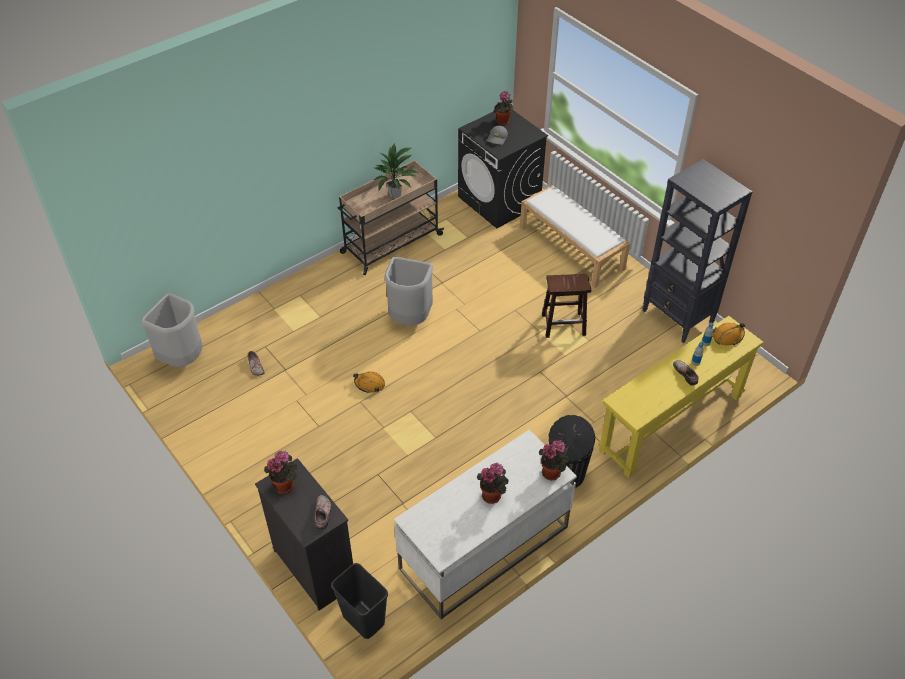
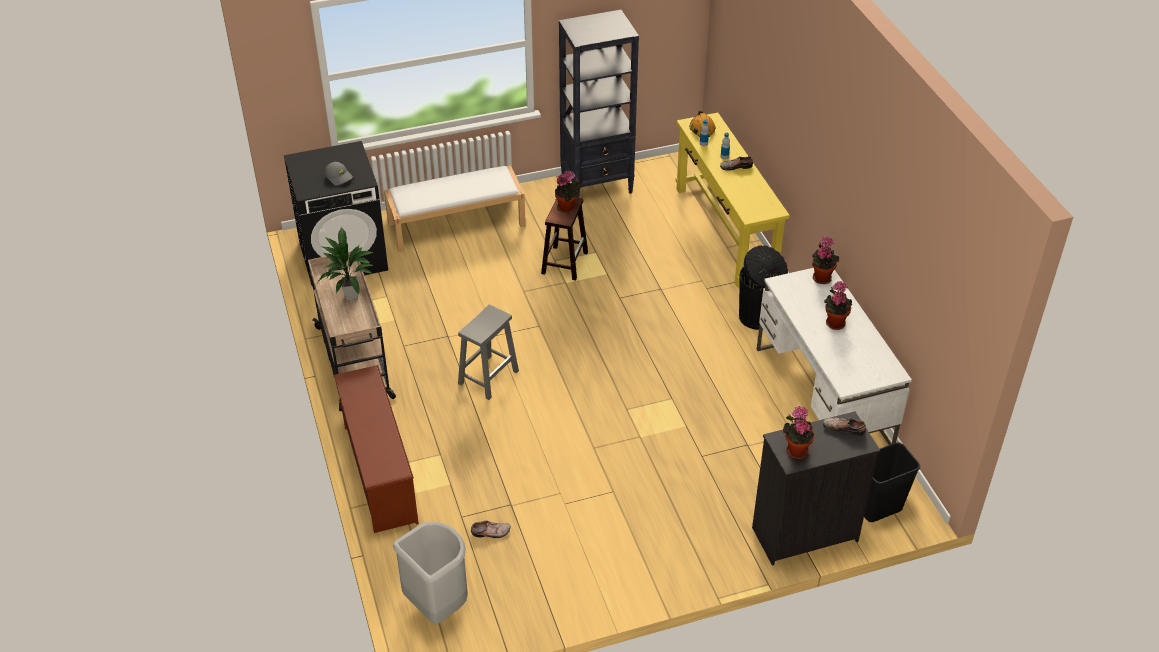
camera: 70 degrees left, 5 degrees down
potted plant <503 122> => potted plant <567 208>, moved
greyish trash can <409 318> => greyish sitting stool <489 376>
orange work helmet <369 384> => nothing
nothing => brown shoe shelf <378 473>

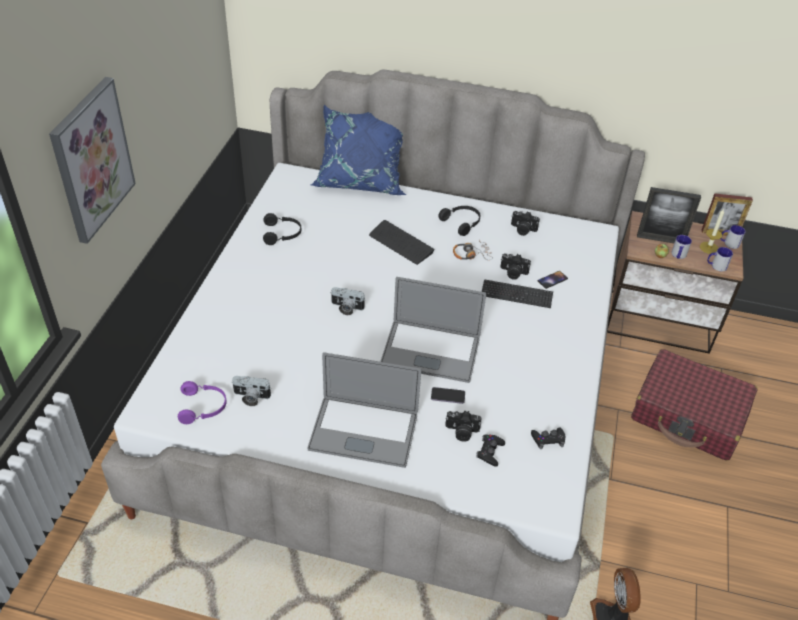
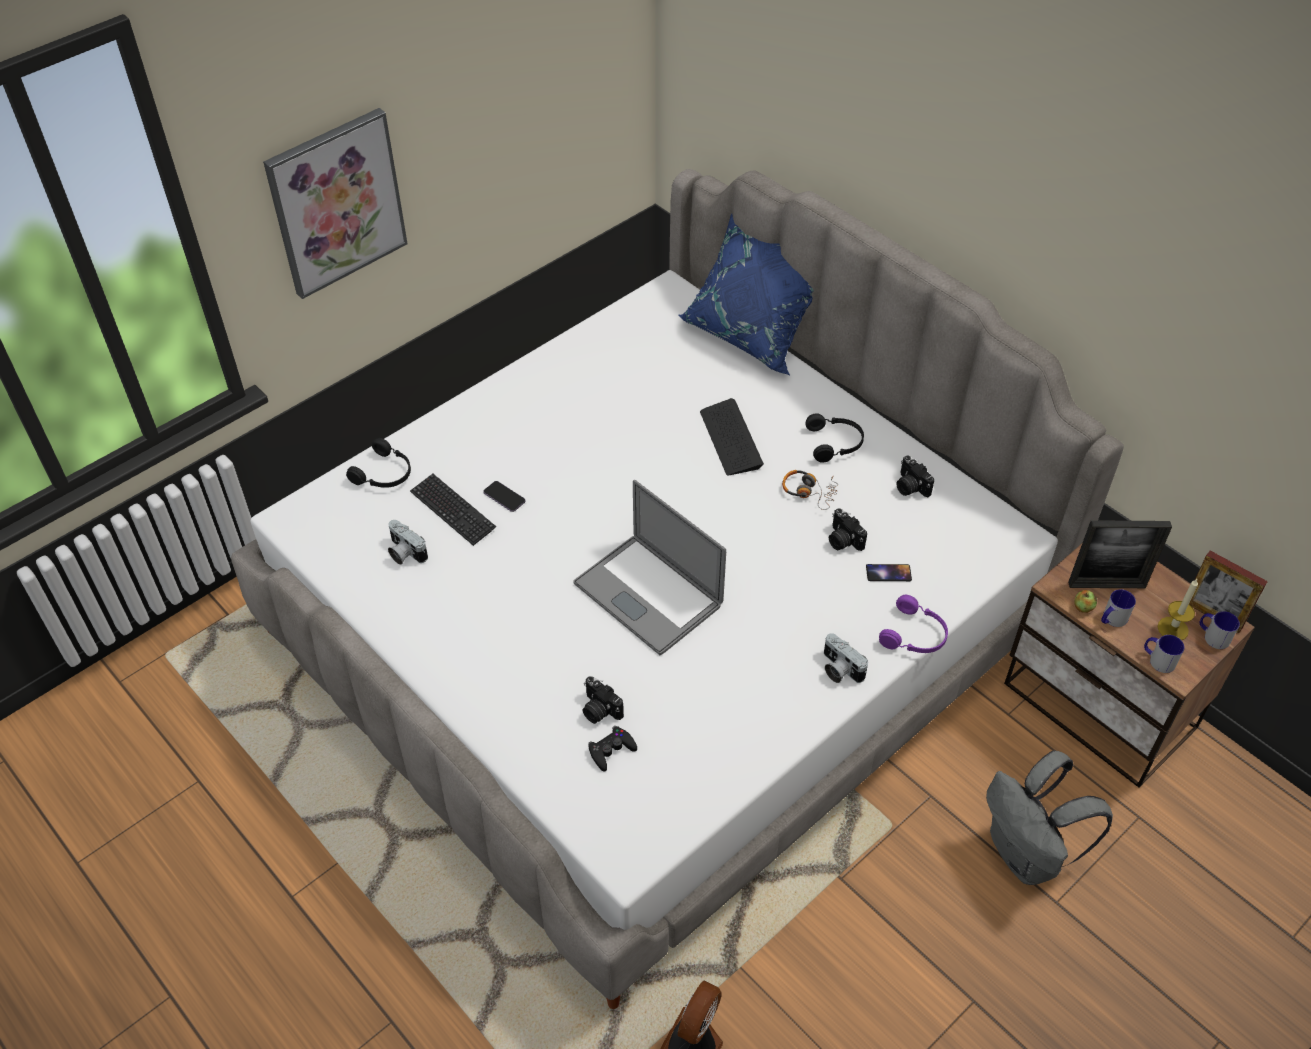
camera: 35 degrees right, 5 degrees up
picture frame <660 239> => picture frame <1106 585>, 45 degrees counterclockwise
blackish pair of headphones <282 234> => blackish pair of headphones <384 474>, moved
PC keyboard <516 295> => PC keyboard <453 510>, moved
still camera <346 308> => still camera <839 669>, moved
red piece of luggage <689 415> => greyish knapsack <1027 855>
portable computer <363 431> => nothing
purplish pair of headphones <203 407> => purplish pair of headphones <915 635>, moved
handset <448 396> => handset <504 497>, moved
blackish joypad <548 440> => nothing

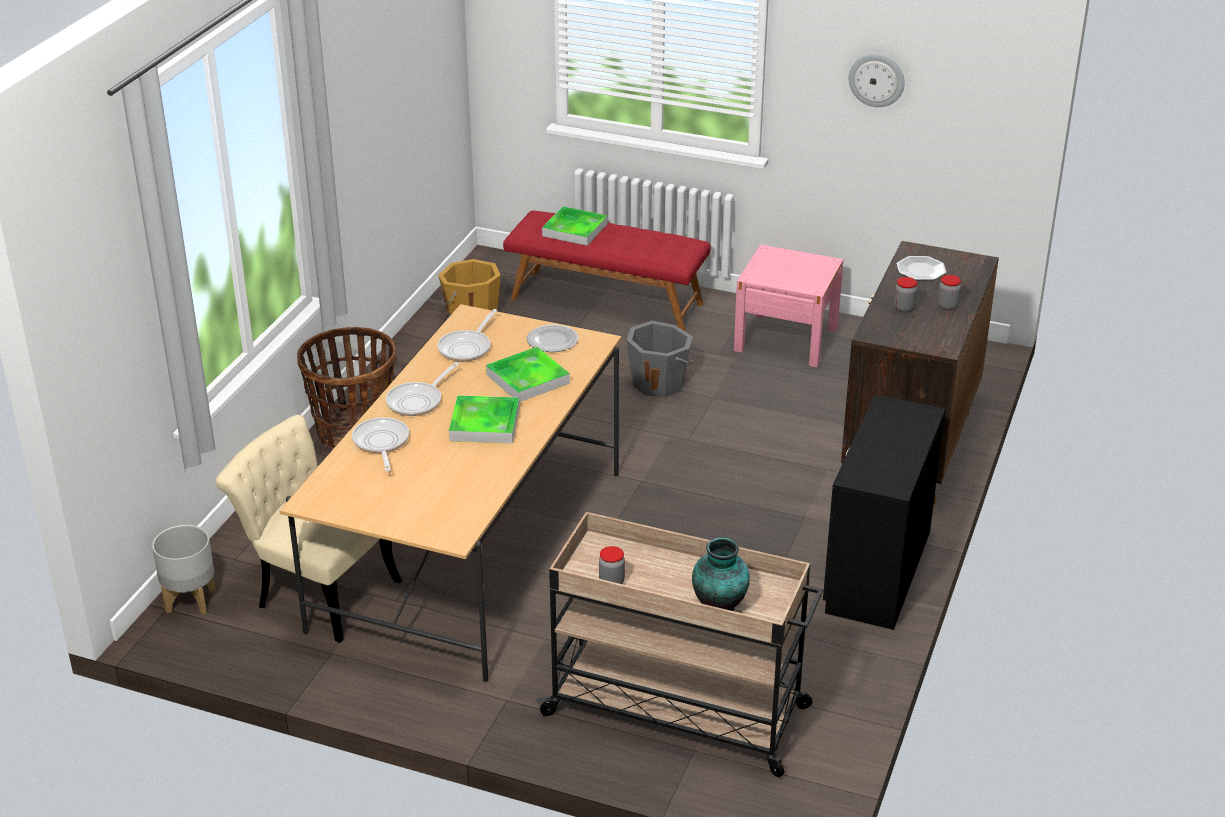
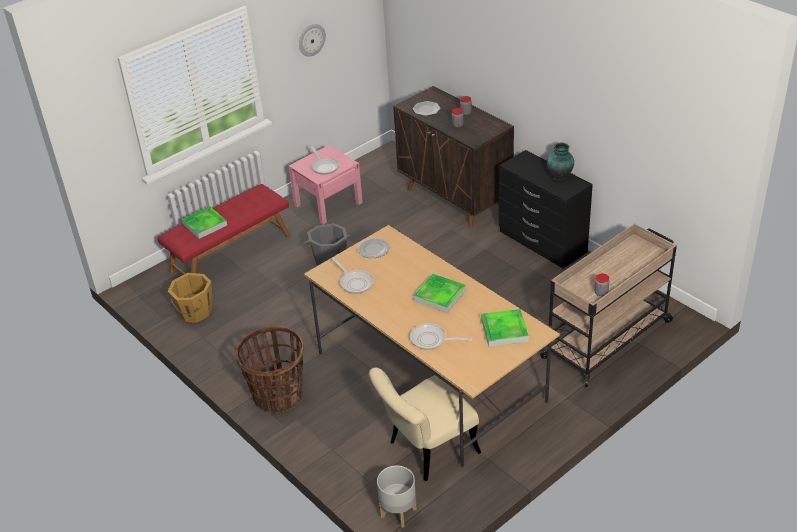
camera: 60 degrees left, 5 degrees up
tray <528 379> => tray <504 330>, moved
skillet <418 401> => skillet <324 166>, moved
decorative vase <720 606> => decorative vase <560 176>, moved

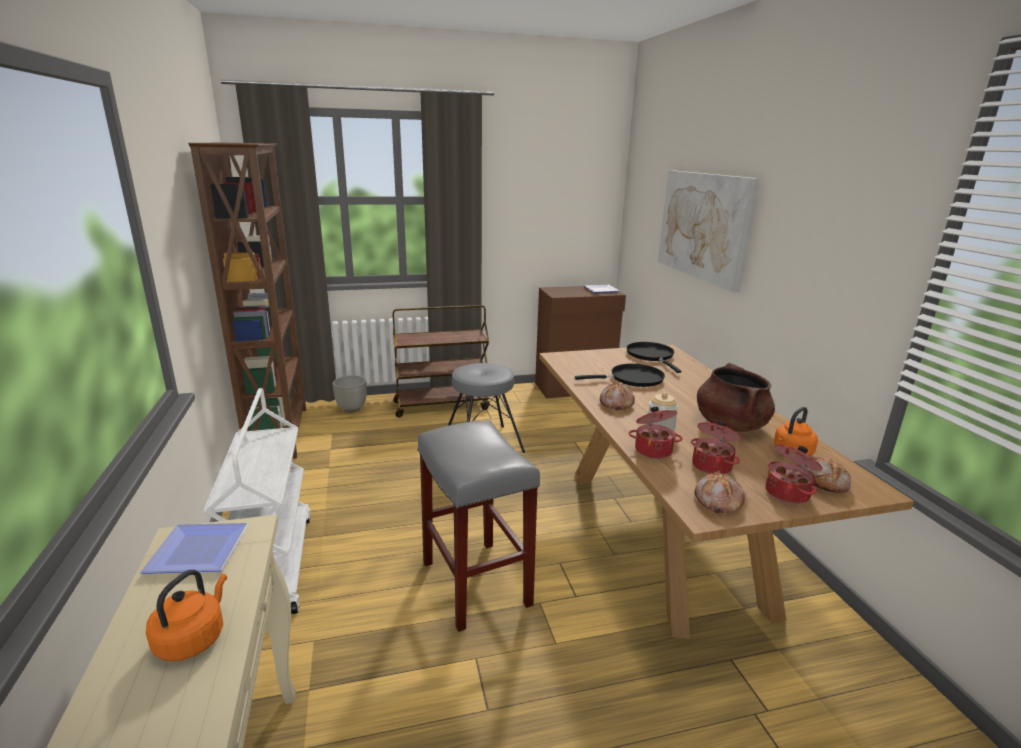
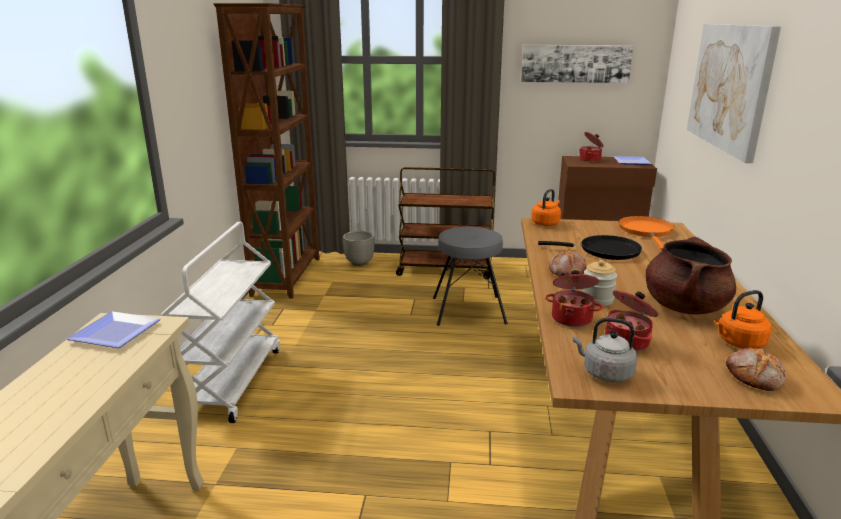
camera: 20 degrees right, 0 degrees up
blackish skillet <651 356> => orange skillet <646 231>
greyish sitting stool <477 584> => nothing
stockpot <788 493> => stockpot <590 160>, moved
bread <717 500> => greyish water kettle <604 373>
orange water kettle <193 638> => orange water kettle <546 223>, moved
nothing => wall art <575 63>

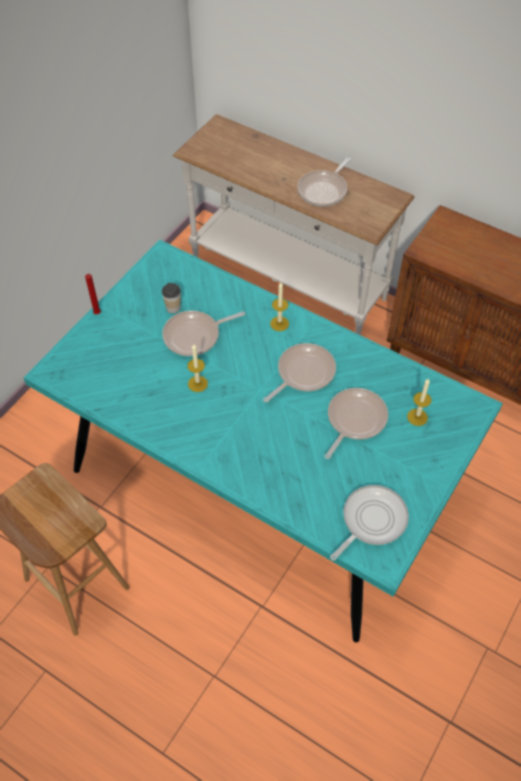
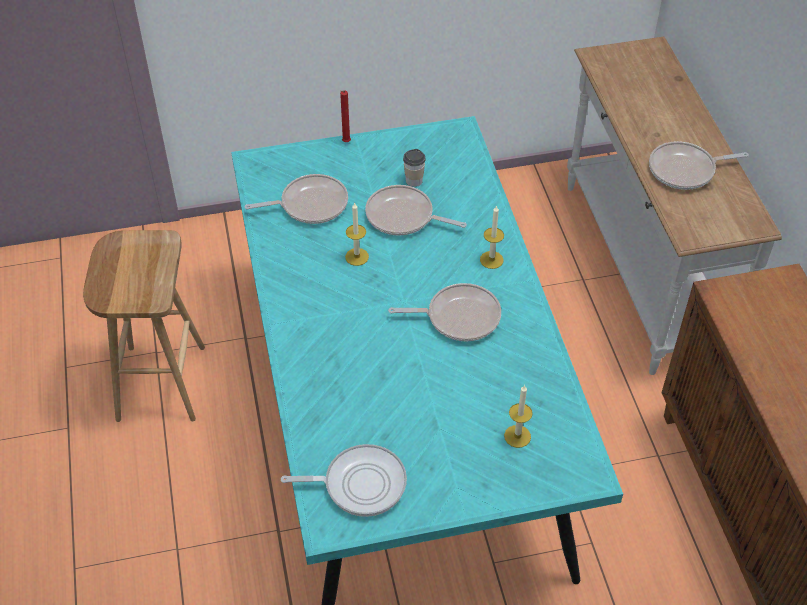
camera: 45 degrees right, 5 degrees down
skillet <354 420> => skillet <310 204>, moved

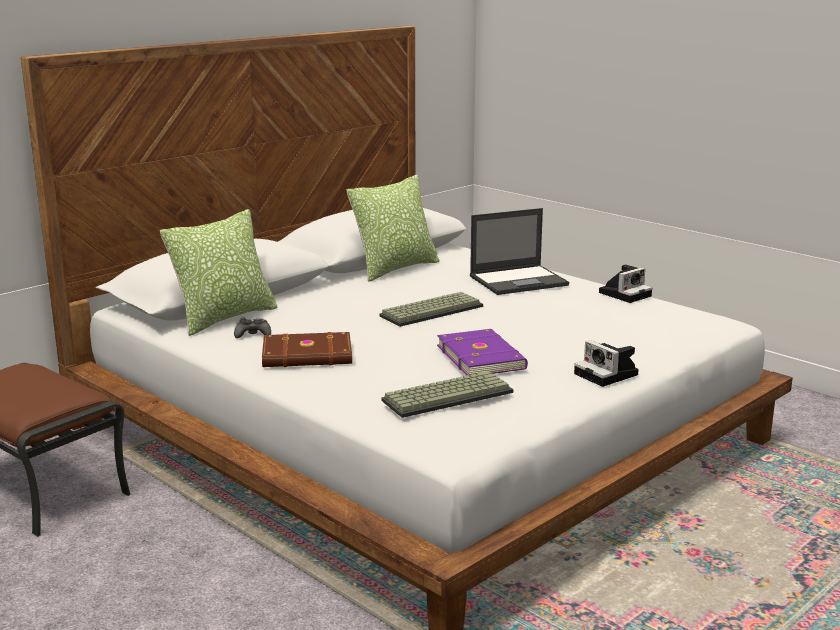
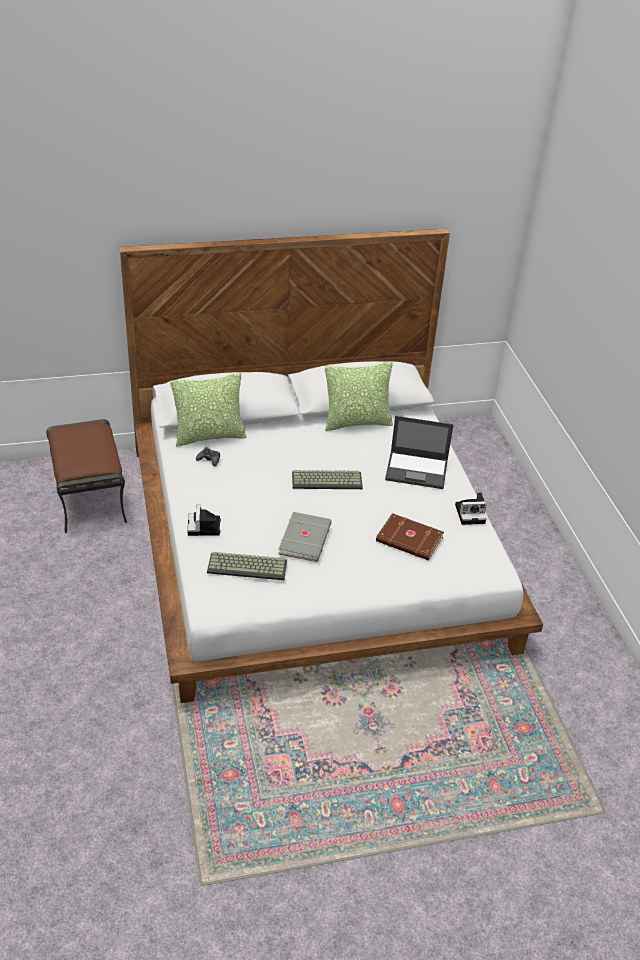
camera: 30 degrees right, 20 degrees up
purplish volume <482 357> => greyish volume <306 539>
brown volume <308 355> => brown volume <409 540>, moved
still camera <608 375> => still camera <204 528>, moved

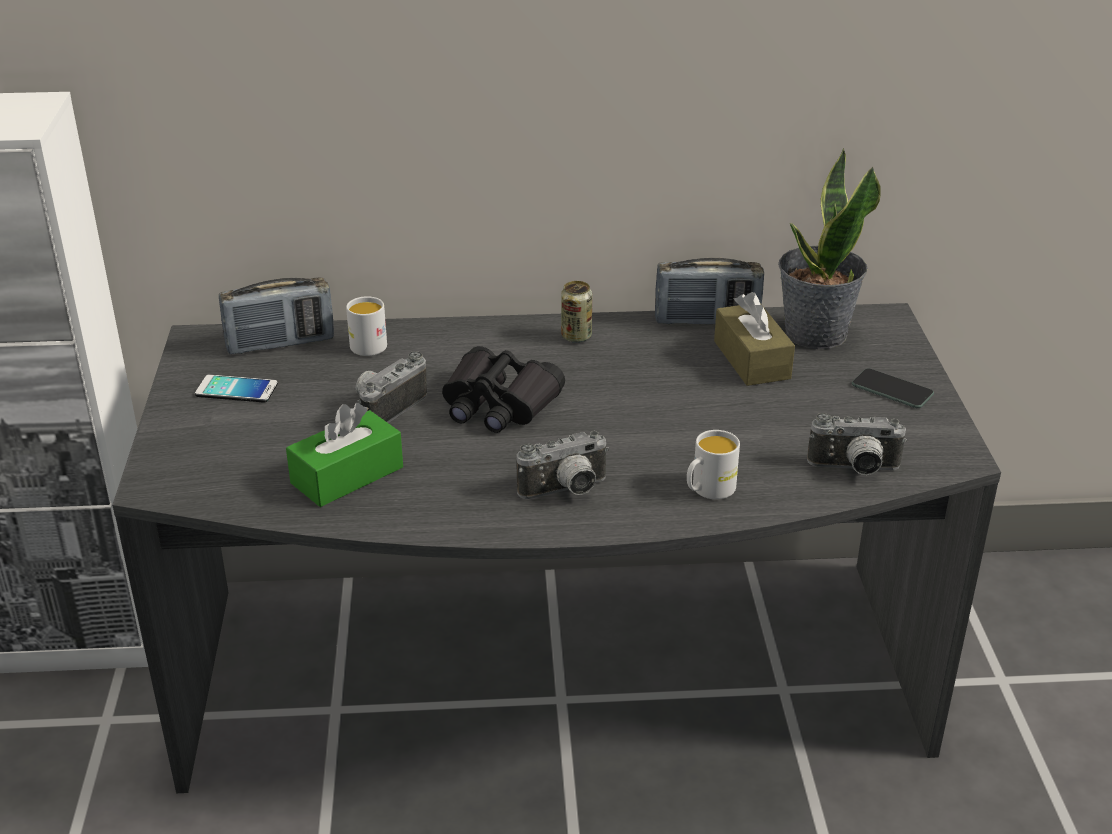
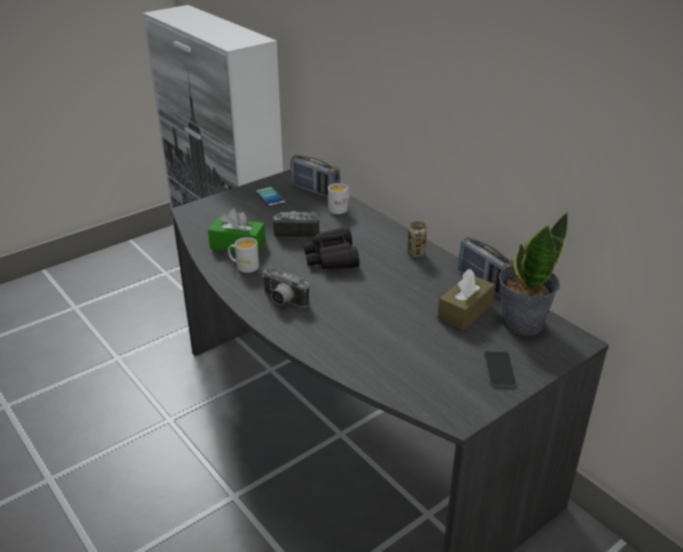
camera: 55 degrees right, 0 degrees up
still camera <854 470> => nothing
white coffee mug <708 490> => white coffee mug <244 266>, moved

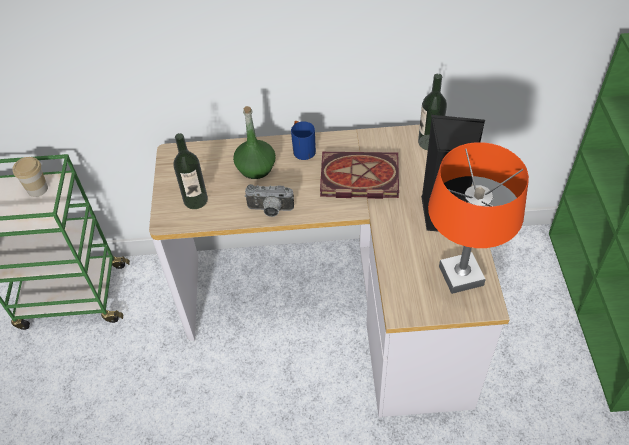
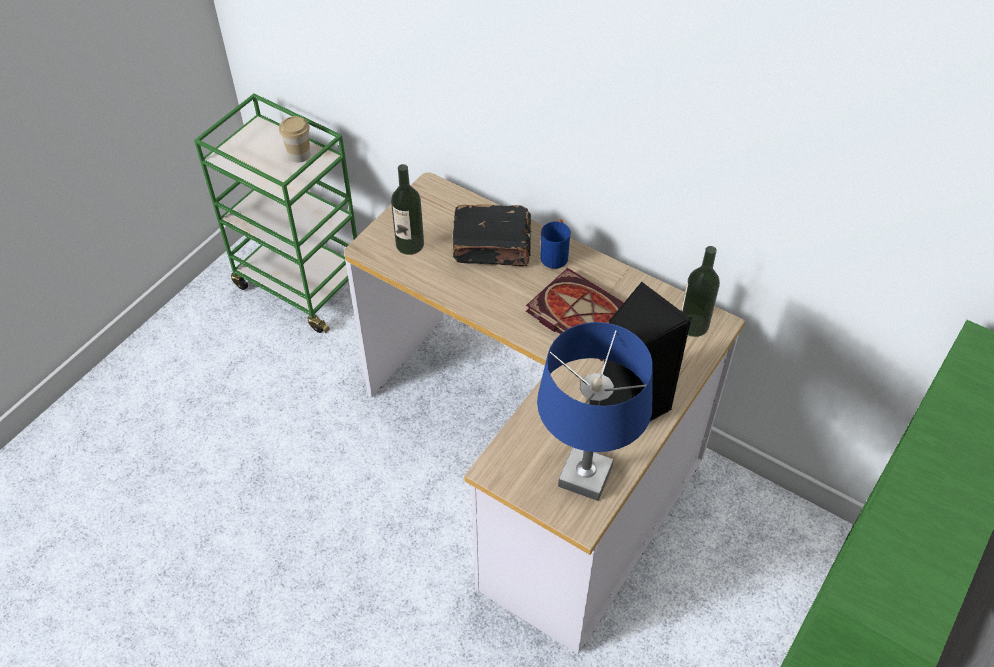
camera: 35 degrees right, 0 degrees up
greenish bottle <256 168> => blackish volume <493 247>
orange table lamp <461 276> => blue table lamp <585 477>
still camera <270 210> => nothing

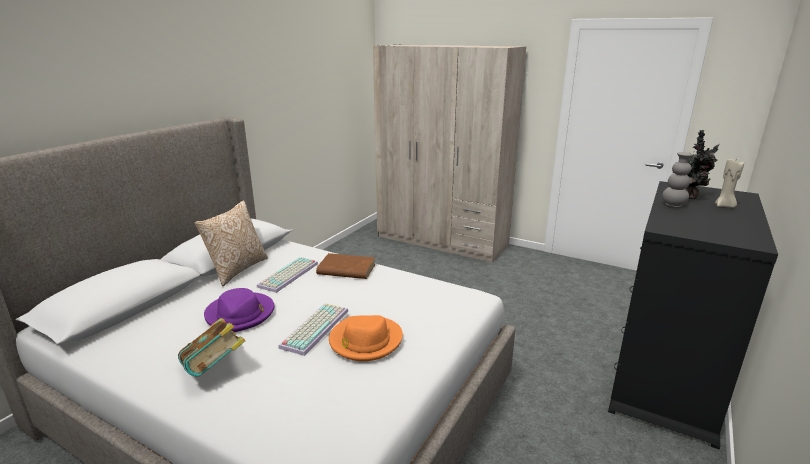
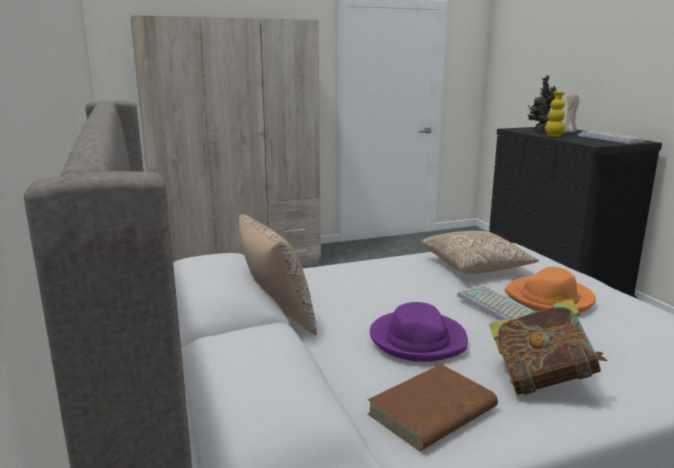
camera: 50 degrees left, 5 degrees down
greyish decorative vase <673 205> => yellowish decorative vase <553 136>
brown volume <346 269> => brown volume <431 412>, moved
PC keyboard <289 275> => PC keyboard <611 138>, moved
nothing => throw pillow <475 267>

